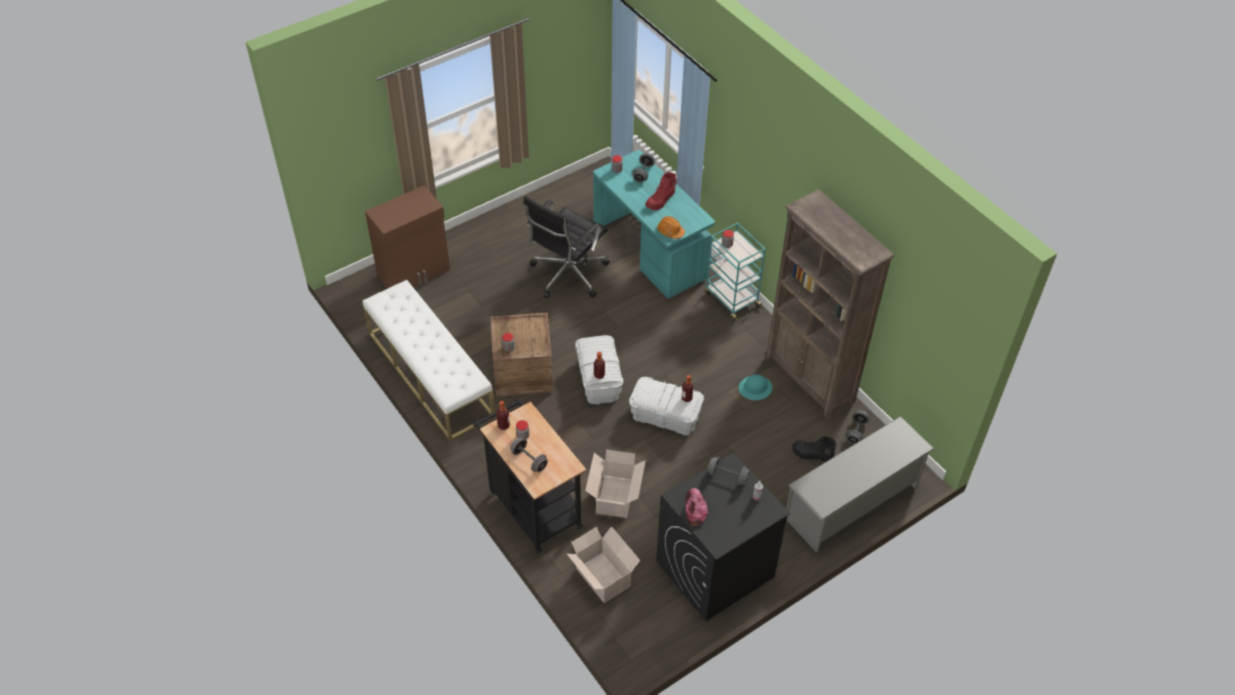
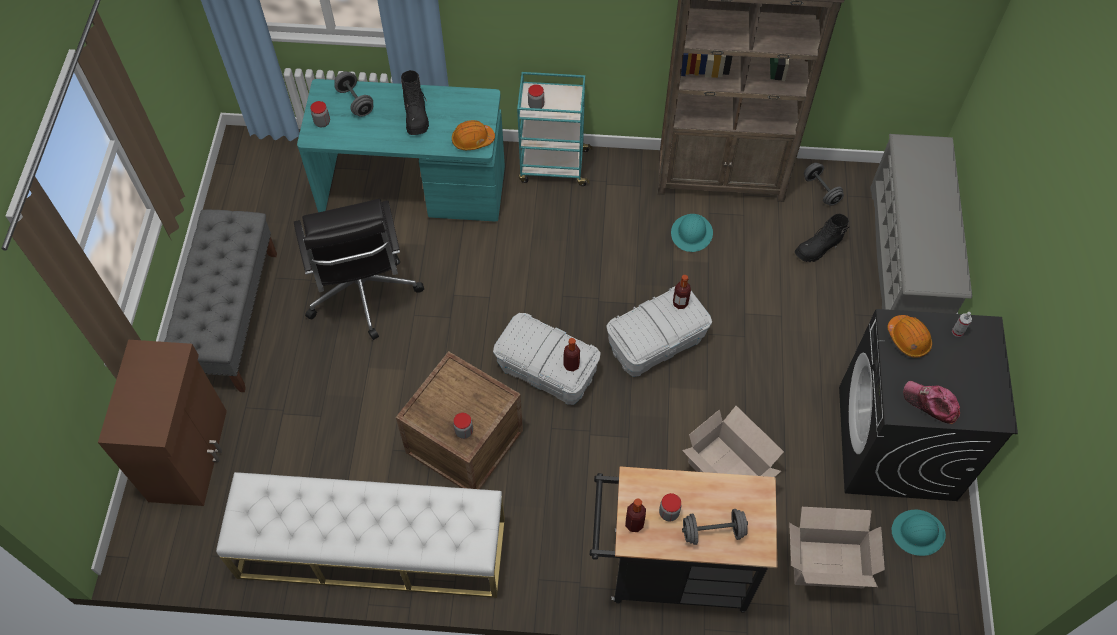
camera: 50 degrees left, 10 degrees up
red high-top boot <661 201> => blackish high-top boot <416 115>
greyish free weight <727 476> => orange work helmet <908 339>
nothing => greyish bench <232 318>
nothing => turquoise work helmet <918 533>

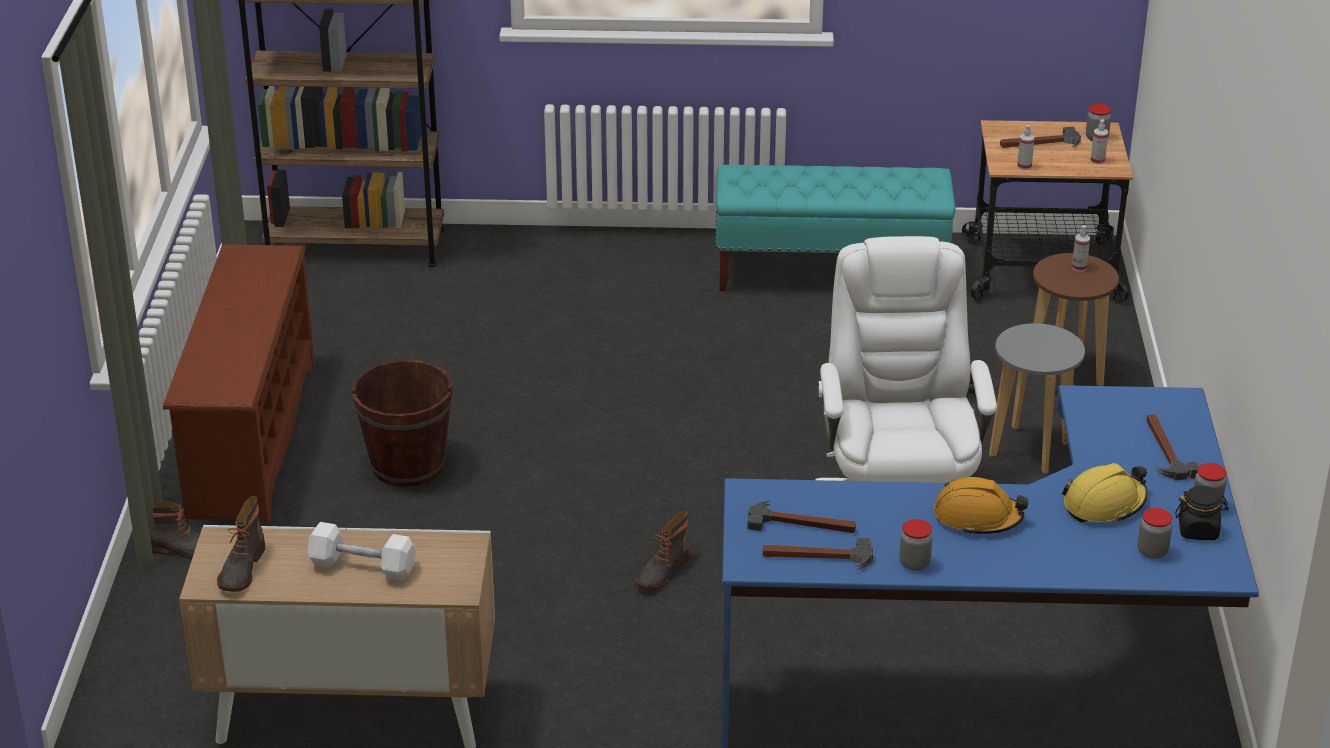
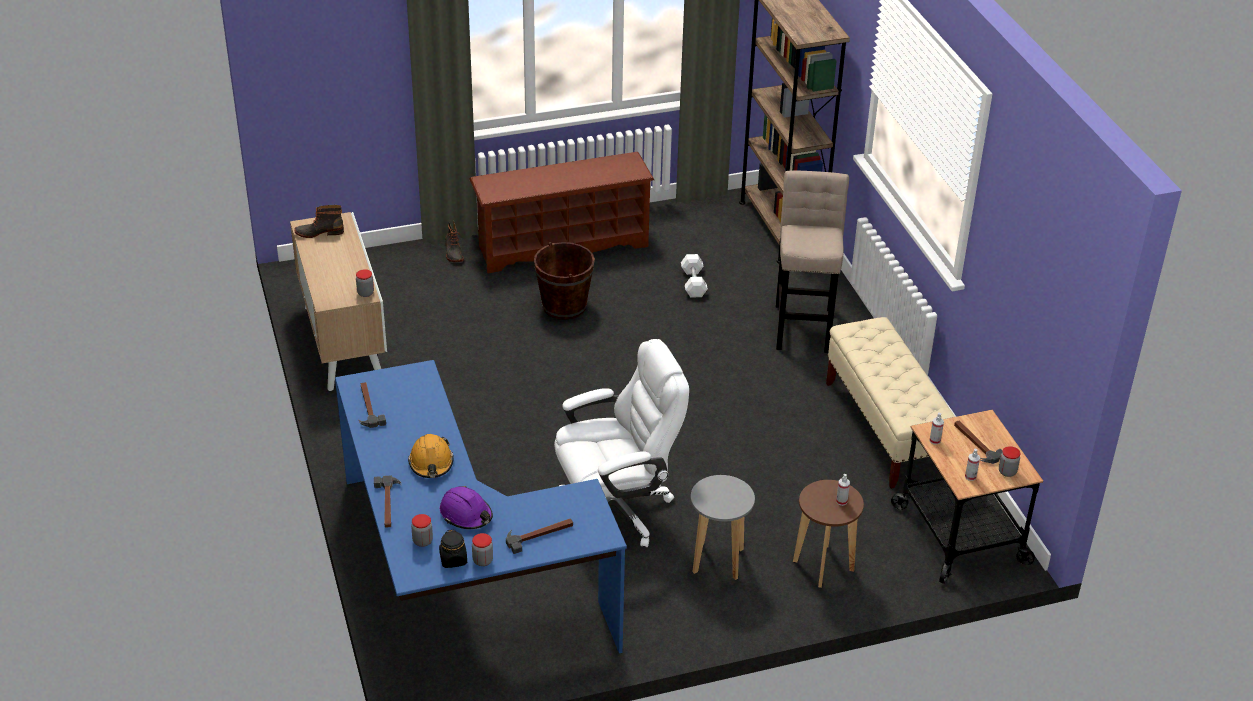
camera: 70 degrees right, 5 degrees up
turquoise bench <831 272> => beige-coloured bench <885 429>
yellowish work helmet <1104 504> => purplish work helmet <466 514>
hand hammer <802 524> => hand hammer <388 504>, moved
high-top boot <661 572> => nothing
preserve jar <914 563> => preserve jar <365 293>, moved
white free weight <362 566> => white free weight <693 283>, moved
nothing => beige-coloured sitting stool <803 325>

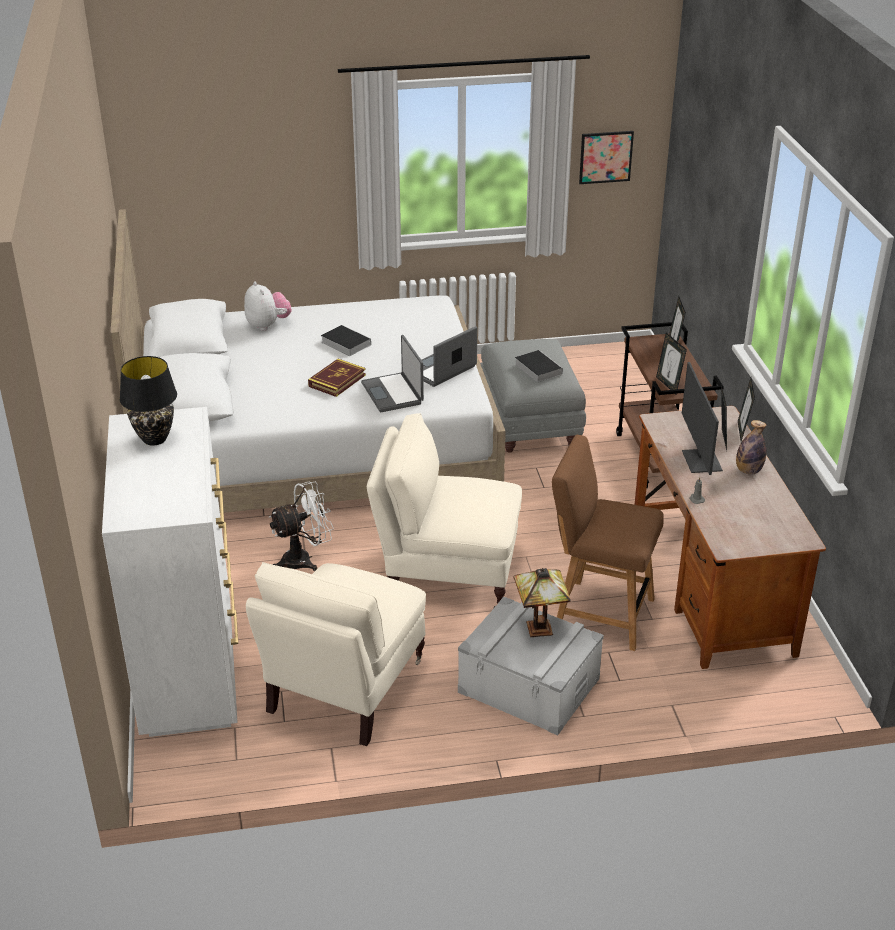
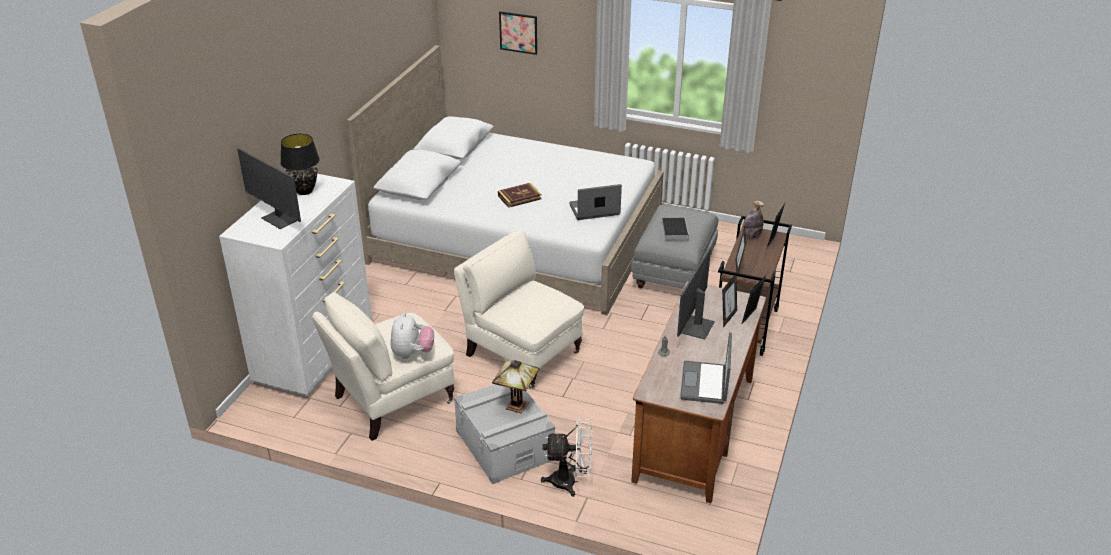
camera: 30 degrees right, 0 degrees up
wall art <605 157> => wall art <518 32>, moved
soft toy <268 325> => soft toy <412 353>, moved
volume <344 343> => nothing
portable computer <393 393> => portable computer <705 383>, moved
bottle <748 471> => bottle <751 236>, moved
brown chair <598 613> => nothing
white fan <304 559> => white fan <570 482>, moved
nothing => computer display <280 219>

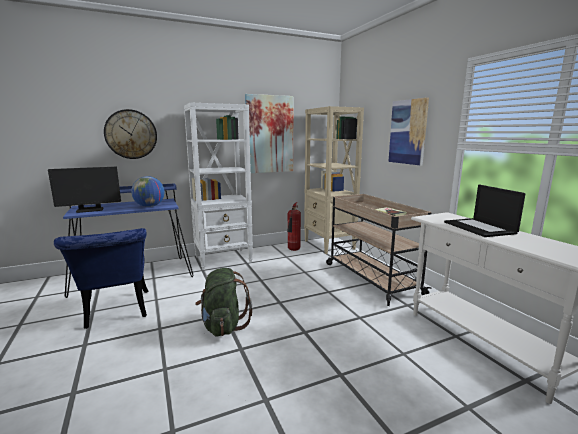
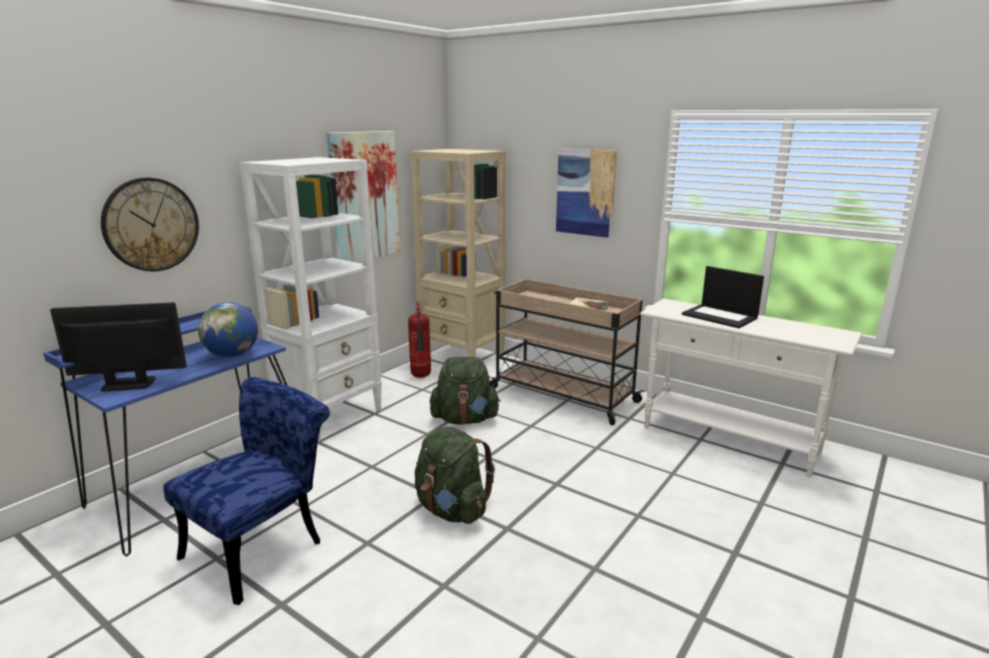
camera: 30 degrees left, 5 degrees up
computer display <90 210> => computer display <128 384>, 135 degrees counterclockwise
blue chair <116 312> => blue chair <263 546>, 90 degrees counterclockwise
nothing => greenish knapsack <465 419>

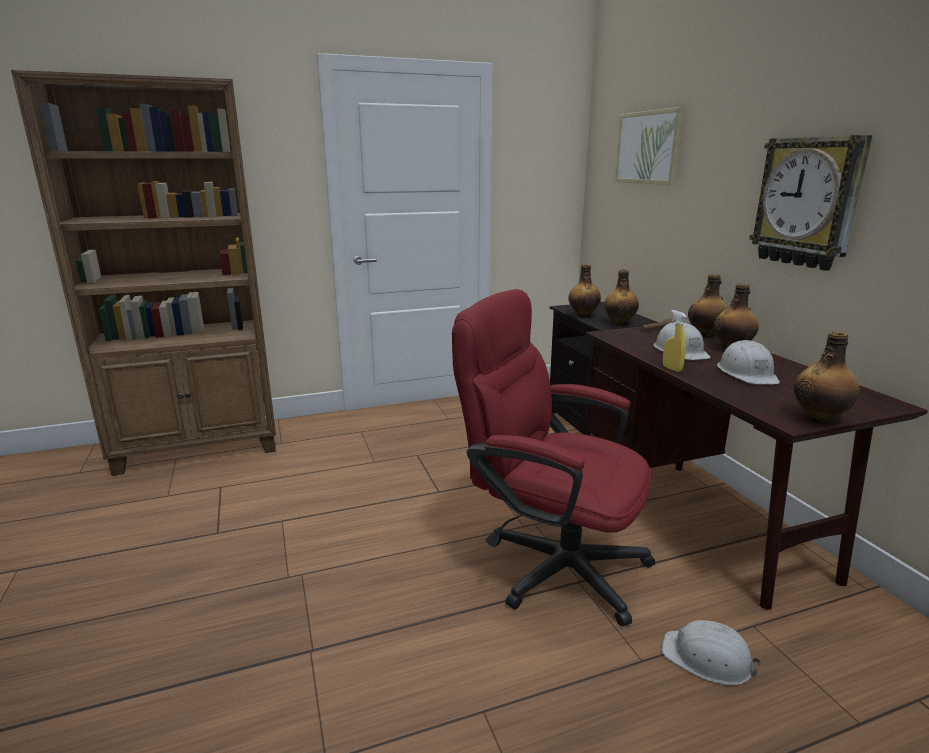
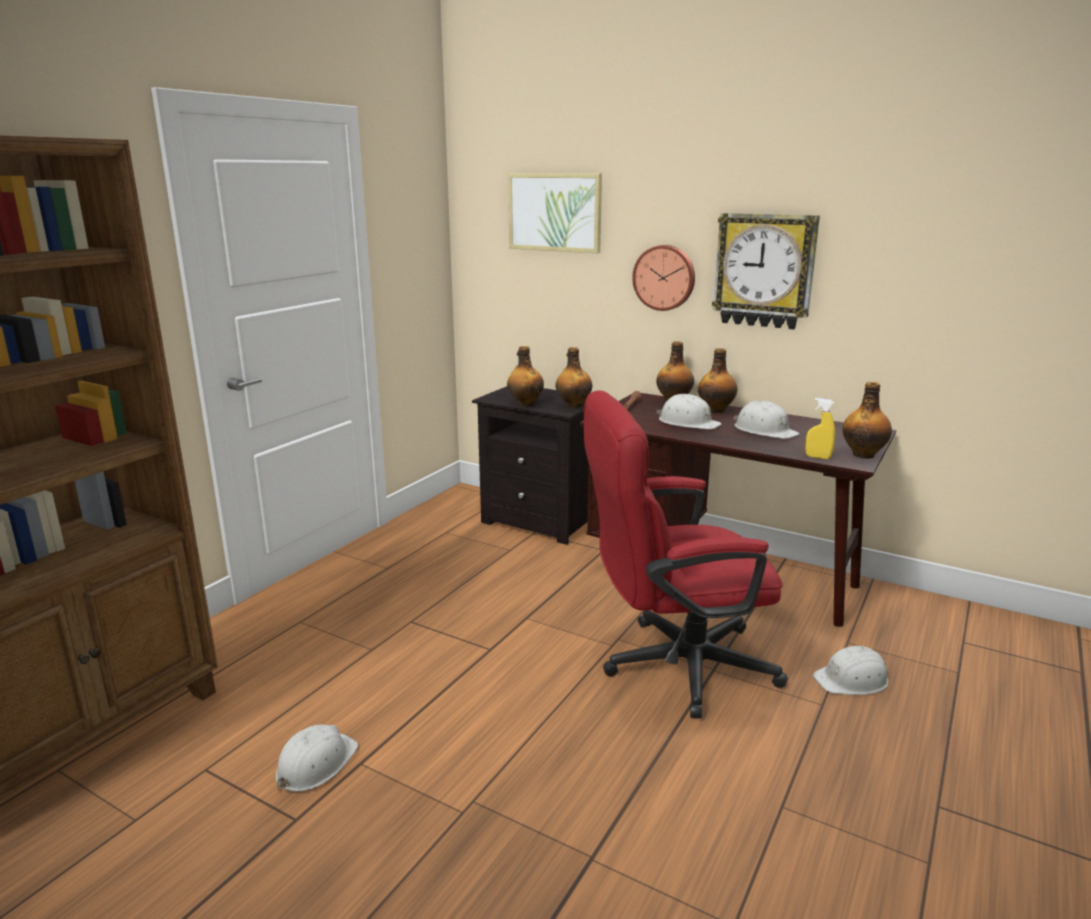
camera: 40 degrees left, 0 degrees up
yellowish spray bottle <672 369> => yellowish spray bottle <818 457>, moved
nothing => clock on the wall <664 277>
nothing => white work helmet <315 764>

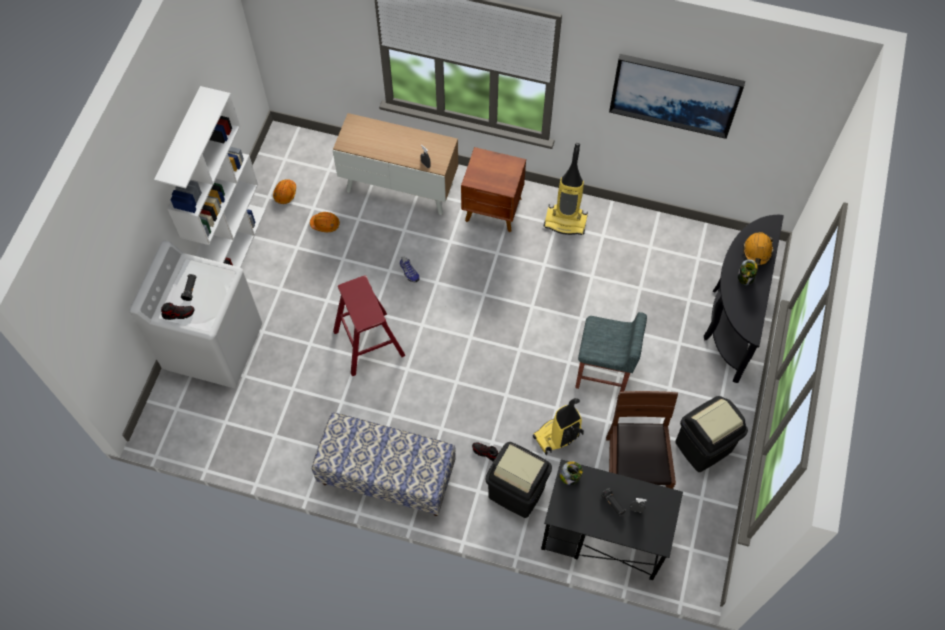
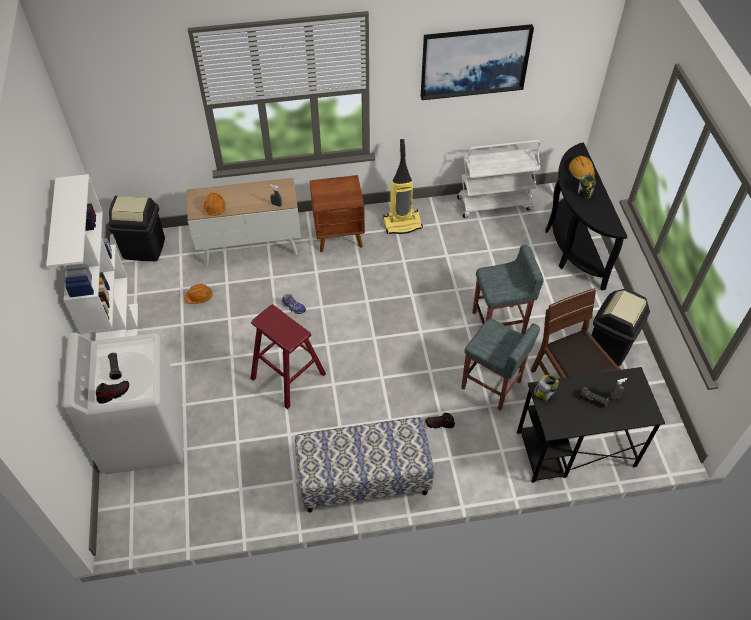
camera: 25 degrees left, 10 degrees down
orange work helmet <285 193> => orange work helmet <215 207>, moved
vacuum <558 436> => greyish sitting stool <491 385>
blackish trash can <517 491> => blackish trash can <144 248>, moved
nothing => white wheeled cart <494 203>

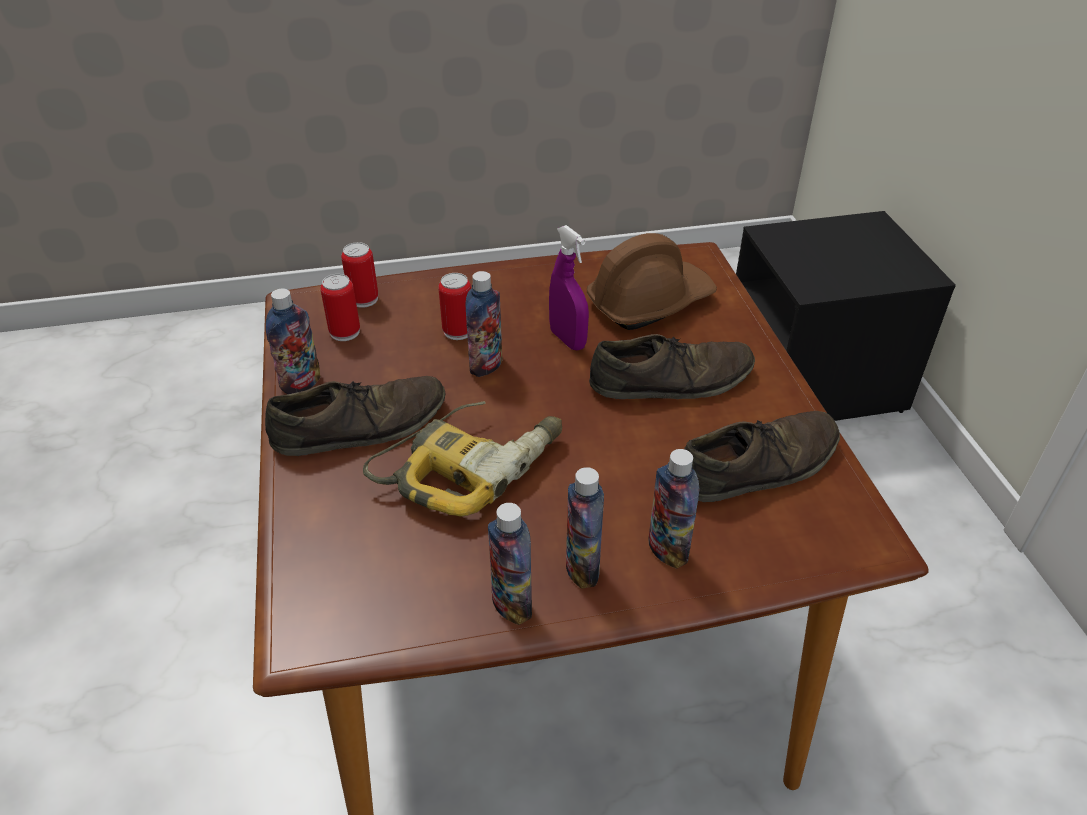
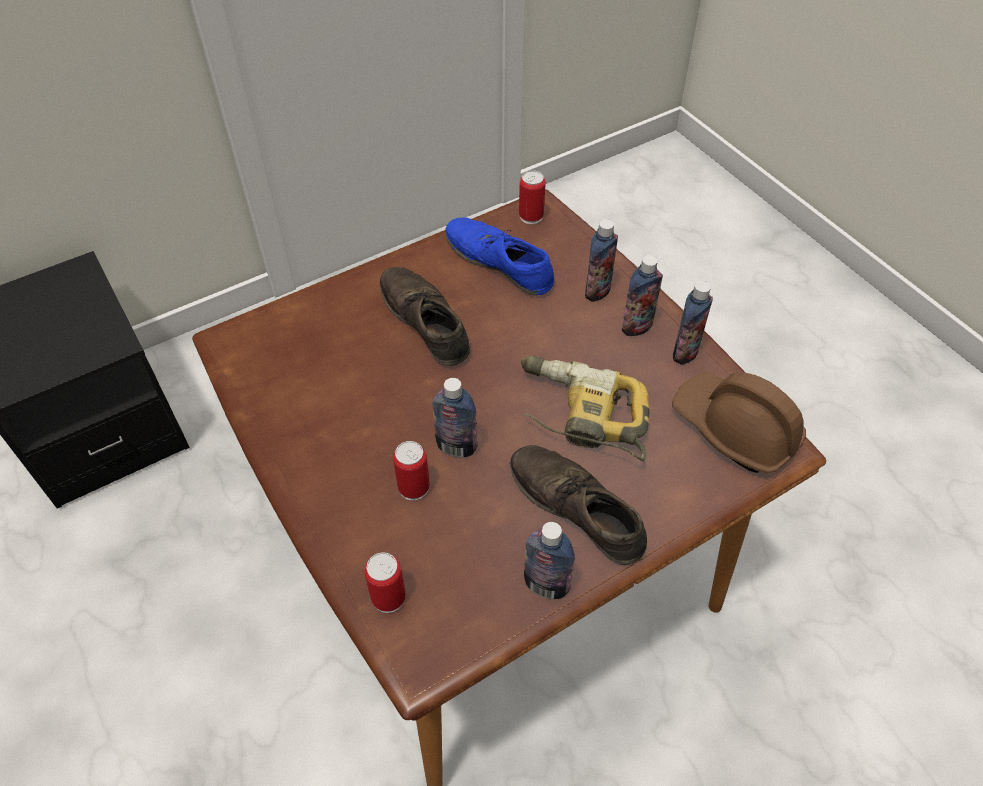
camera: 110 degrees left, 10 degrees up
purplish spray bottle <567 339> => nothing
brown work helmet <649 302> => brown work helmet <734 429>, moved
sealed can <345 332> => sealed can <531 216>, moved
brown shoe <757 466> => blue shoe <499 262>

